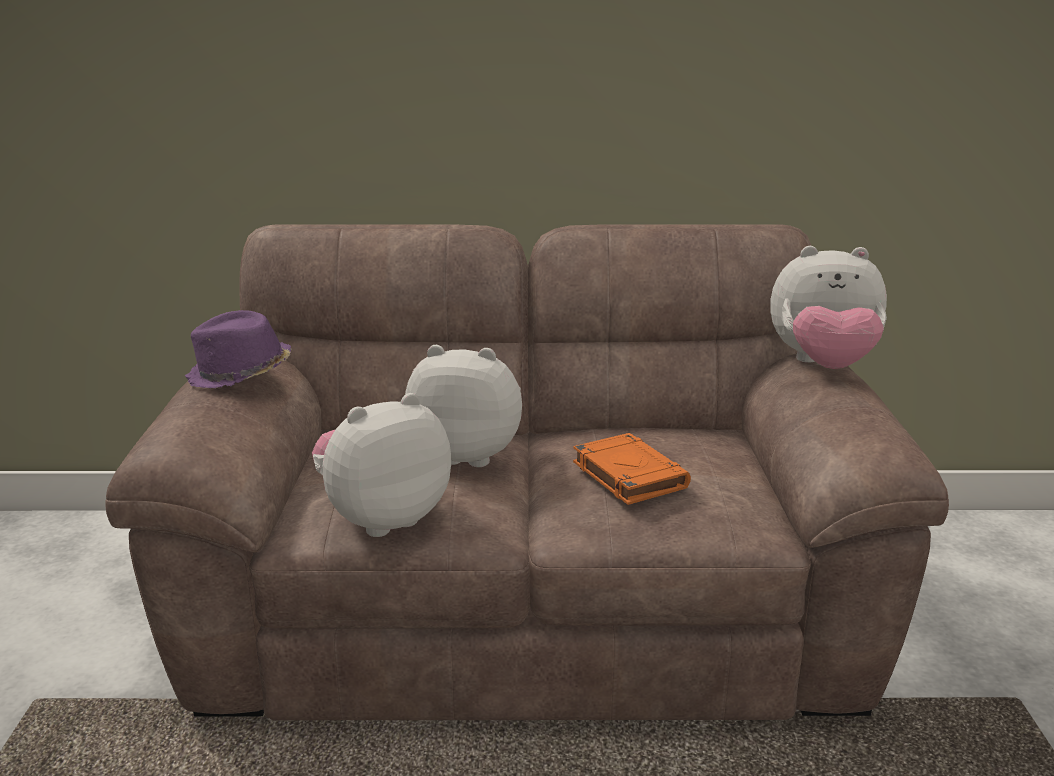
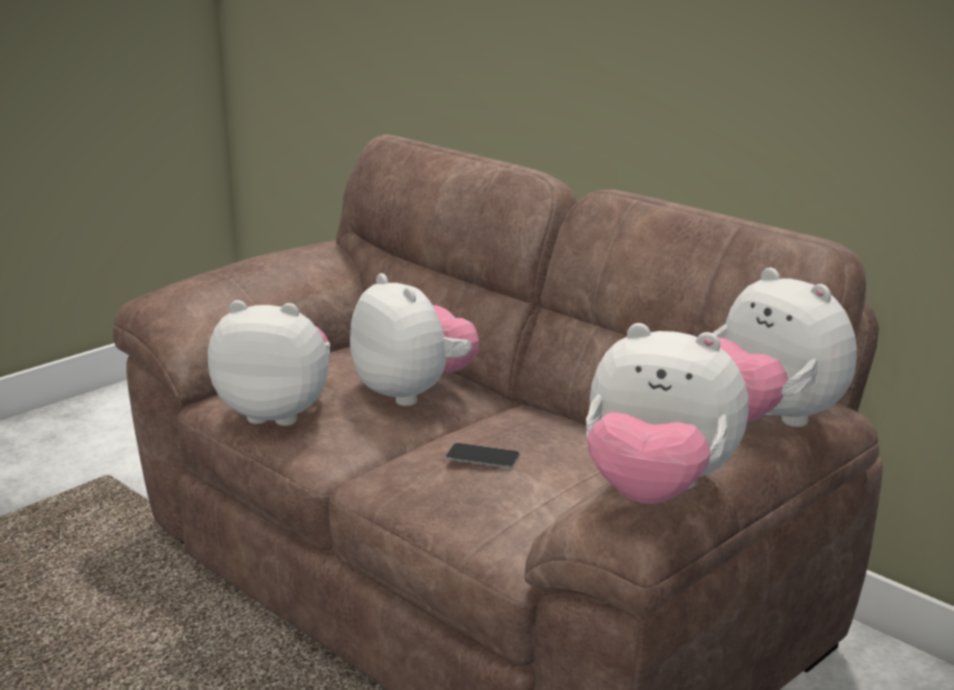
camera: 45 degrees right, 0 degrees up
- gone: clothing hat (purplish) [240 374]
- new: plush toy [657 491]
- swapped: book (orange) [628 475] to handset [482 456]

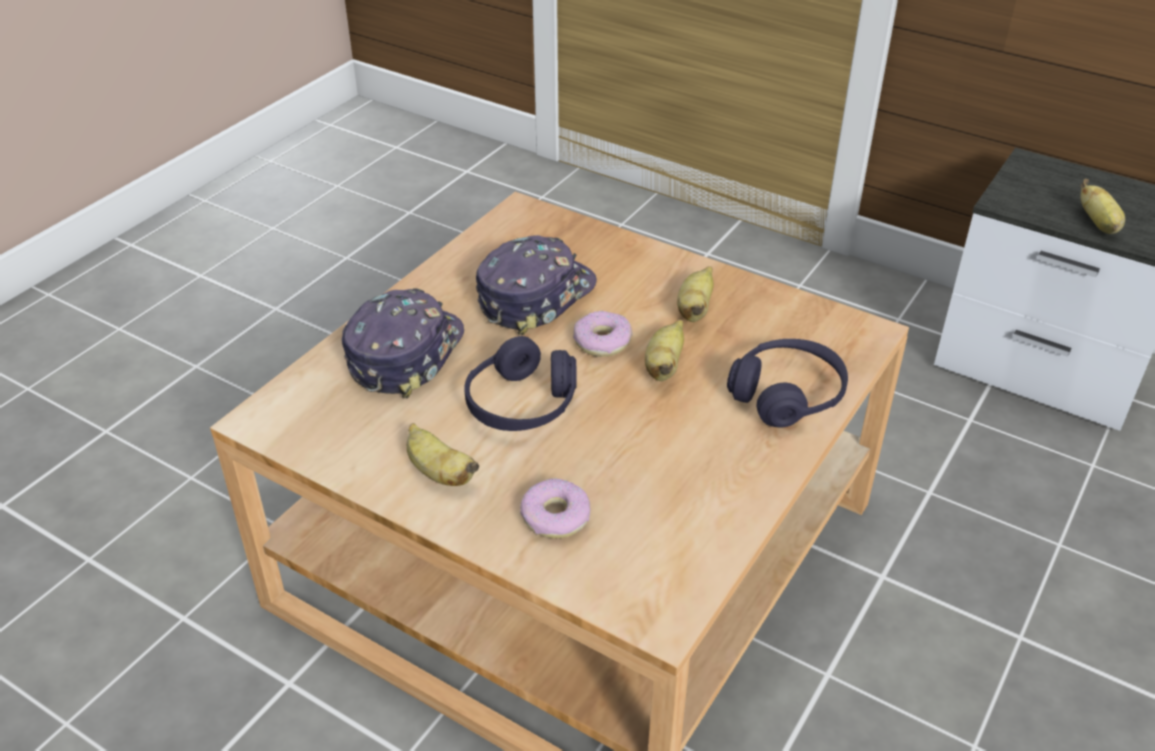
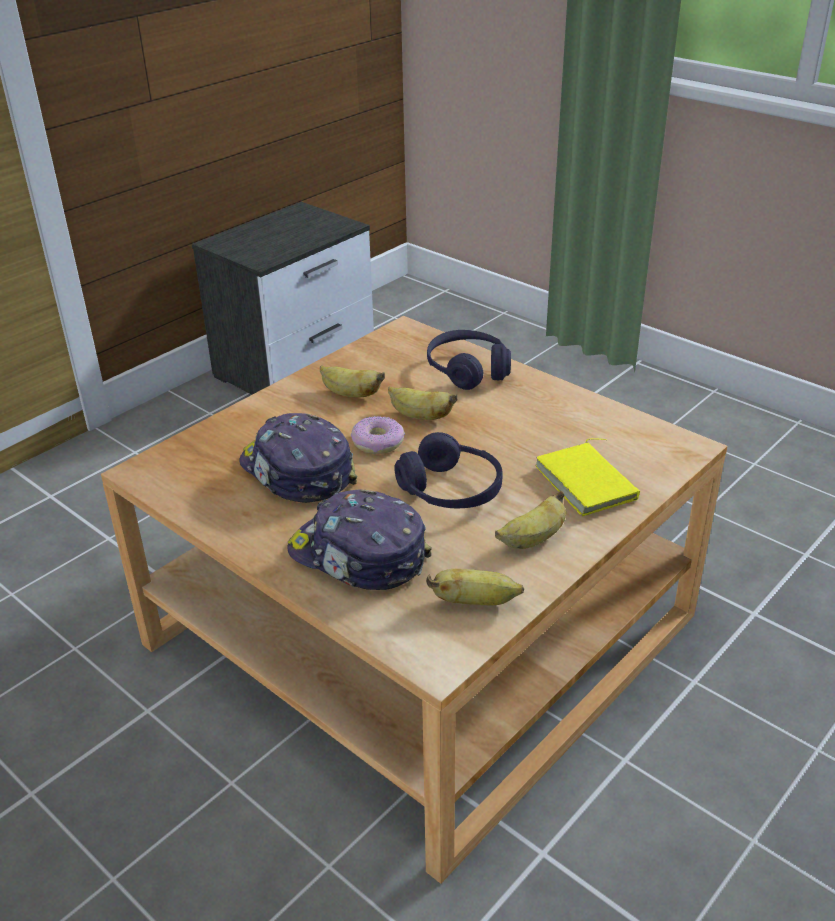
camera: 80 degrees left, 5 degrees down
- shifted: banana fruit [1098 224] to [475 602]
- swapped: doughnut [555 517] to book (yellowish) [589 483]

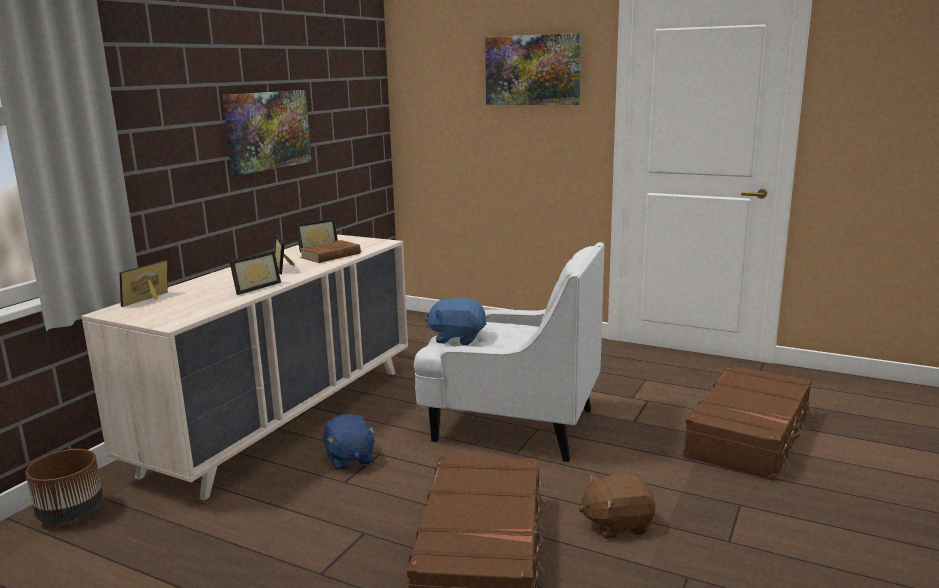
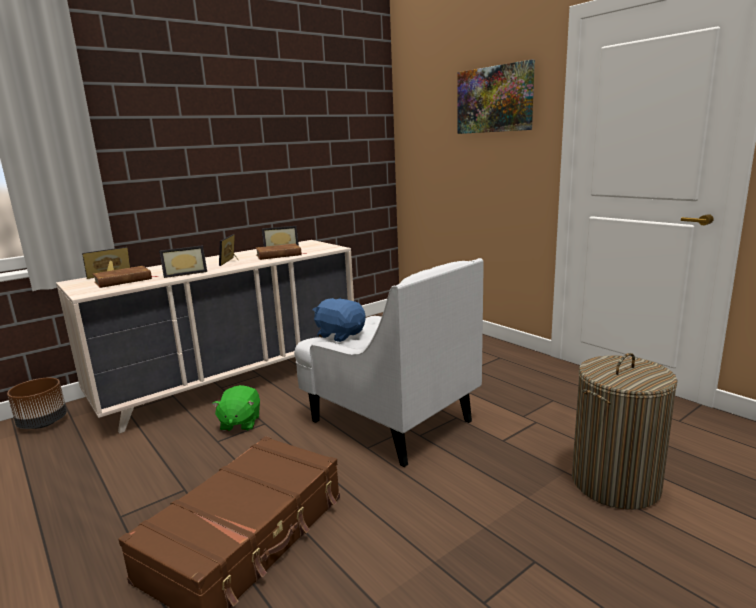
camera: 25 degrees right, 0 degrees up
- gone: wall picture [267 130]
- gone: plush toy (brown-coloured) [616 524]
- new: book (brown-coloured) [123 280]
- swapped: travel case (brown-coloured) [750 435] to laundry basket [615 483]
- repainted: plush toy (bluish) [349 459] to plush toy (greenish) [240 423]

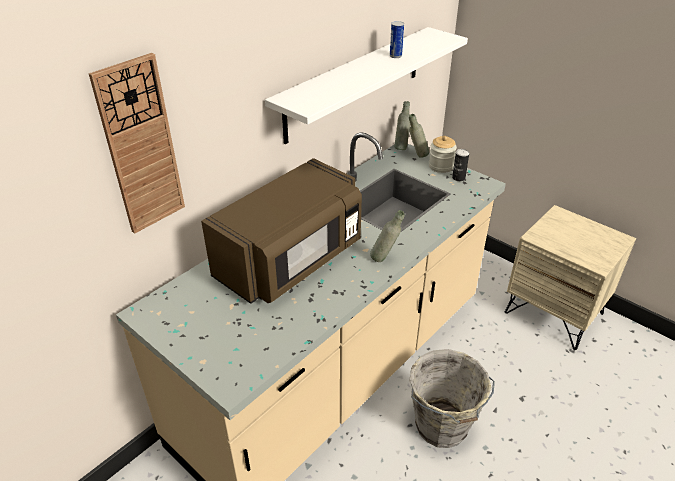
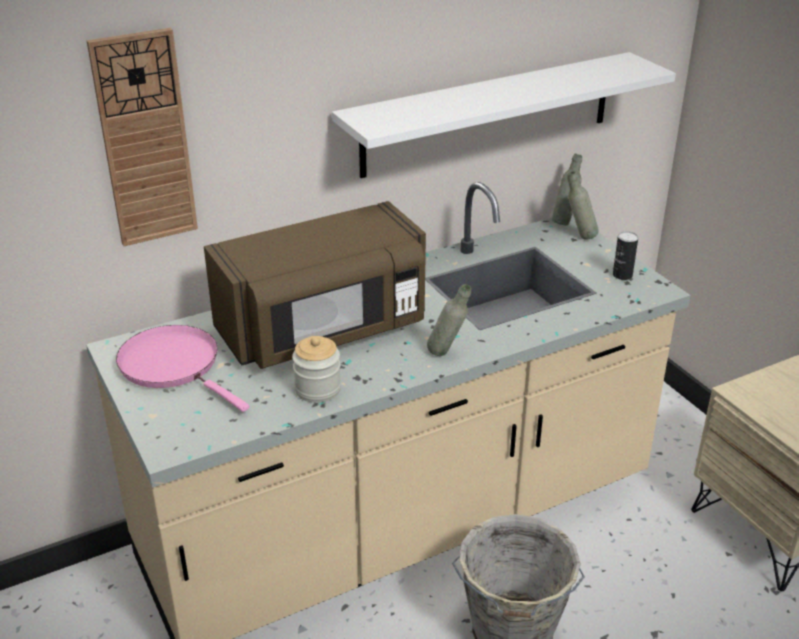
camera: 20 degrees right, 5 degrees down
- gone: sealed can [395 56]
- new: skillet (pinkish) [174 365]
- shifted: storage jar [441 166] to [318 389]

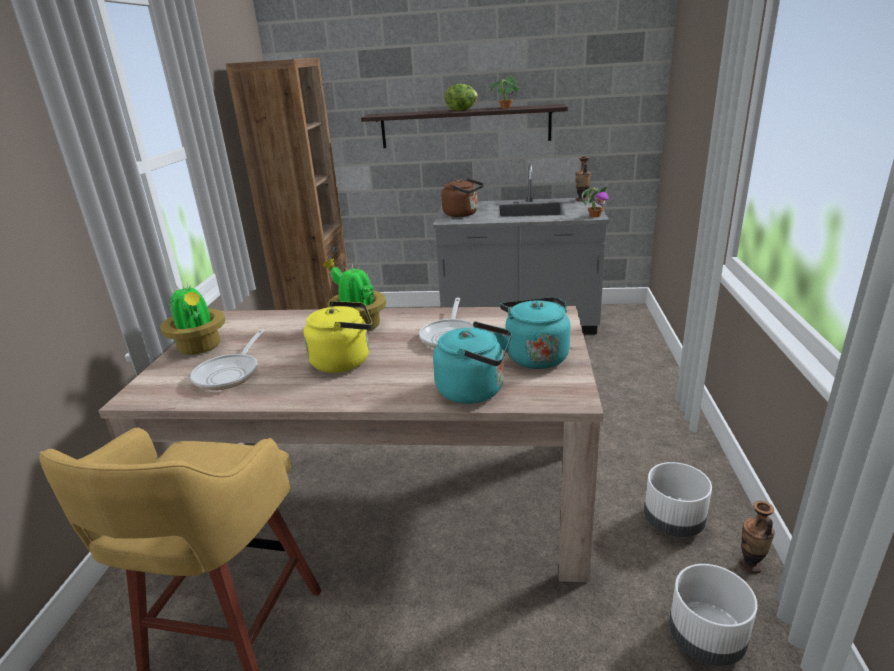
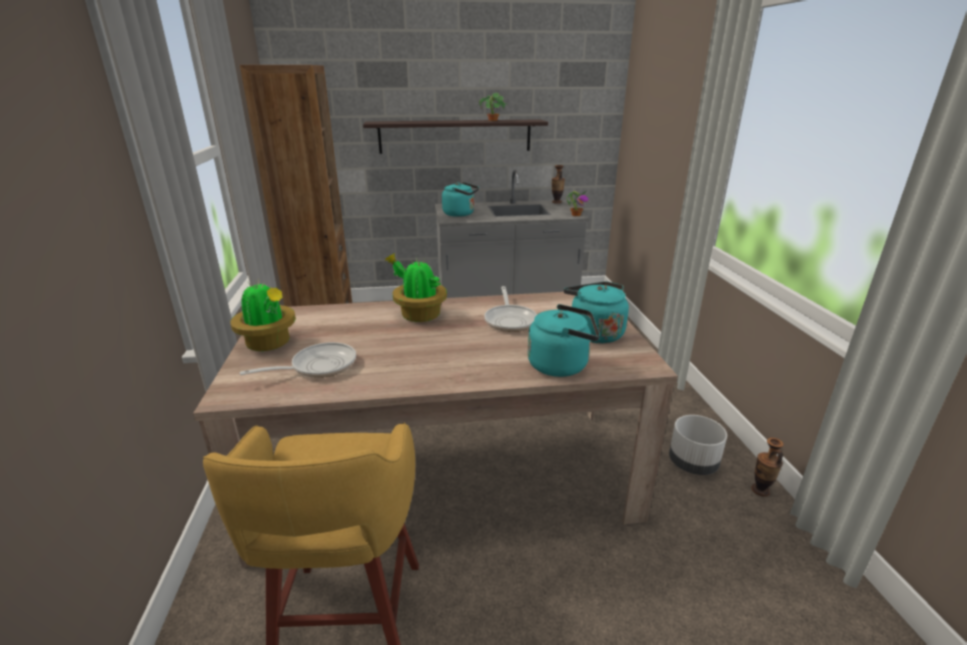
camera: 15 degrees left, 0 degrees up
- gone: water kettle (yellowish) [345 361]
- gone: lettuce [461 110]
- gone: flower pot (white-coloured) [705 639]
- repainted: water kettle (brown-coloured) [463 214] to water kettle (blue-green) [461 214]
- rotated: skillet [230 373] = [318 366] 120 degrees counterclockwise

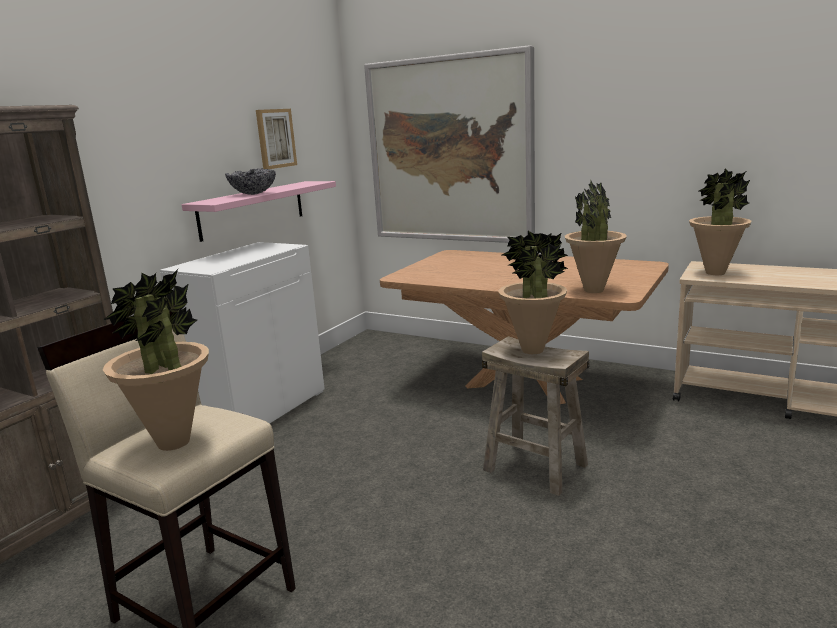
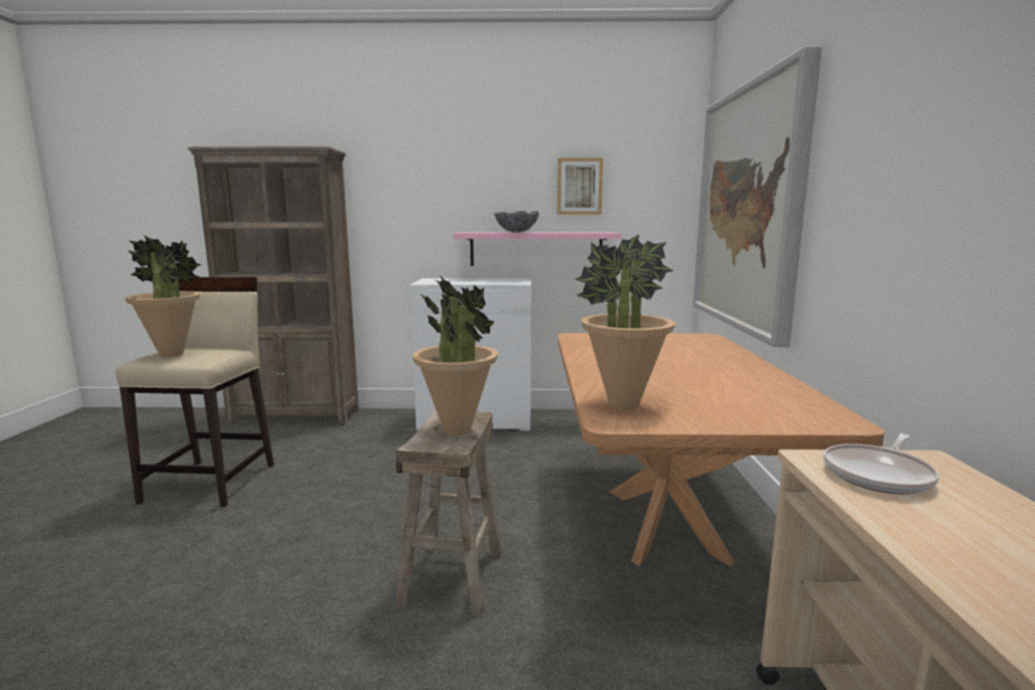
camera: 60 degrees right, 5 degrees down
- swapped: houseplant [715 273] to skillet [879 475]

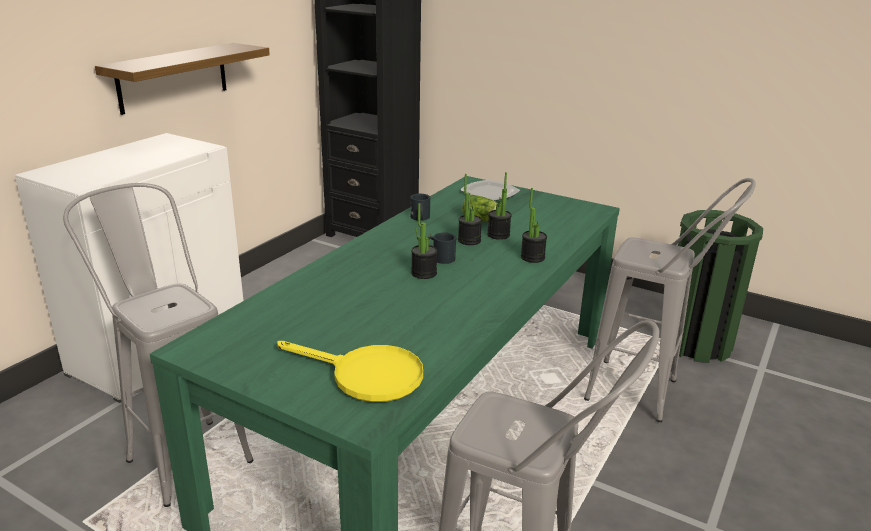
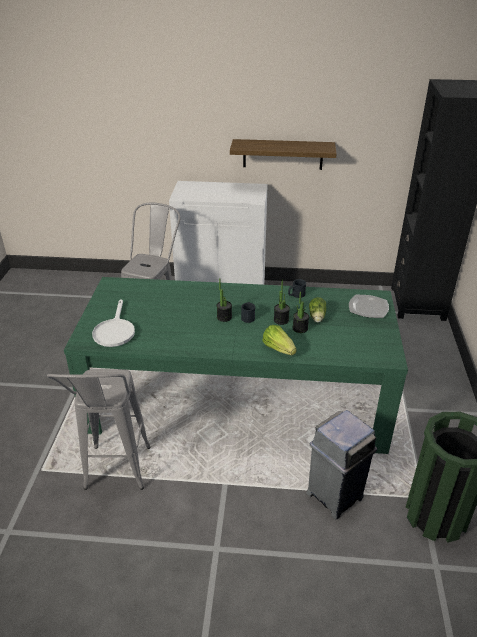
camera: 65 degrees right, 10 degrees up
- swapped: houseplant [532 257] to lettuce [278 349]
- swapped: stool seat (gray) [647 395] to trash can (gray) [335 495]
- repainted: skillet (yellowish) [366 375] to skillet (white-coloured) [114 331]

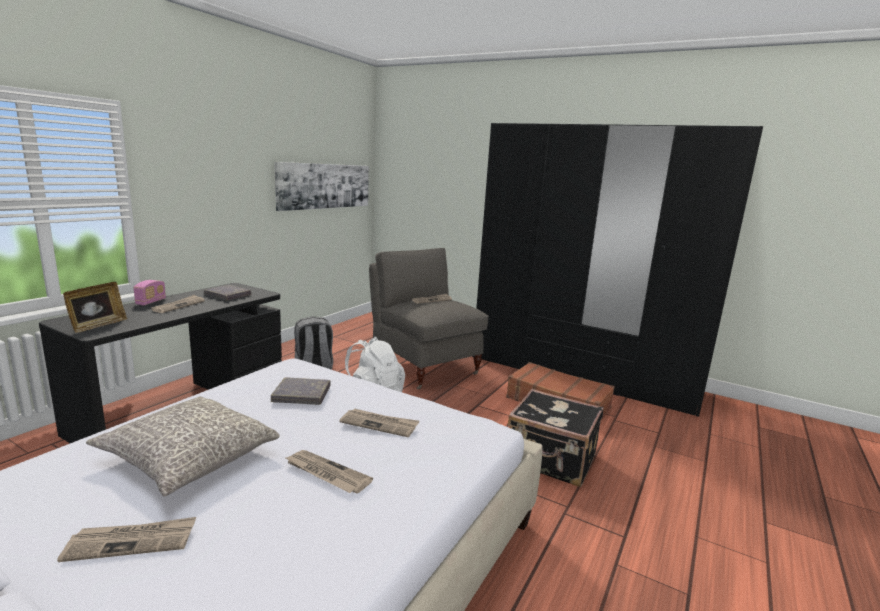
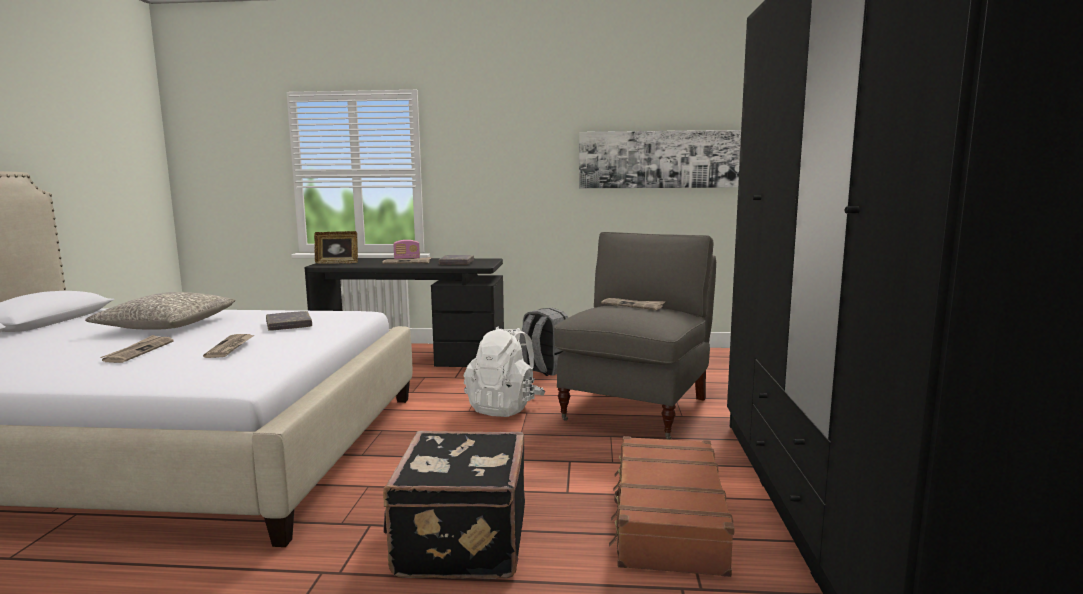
camera: 65 degrees right, 5 degrees down
- gone: daily paper [132 541]

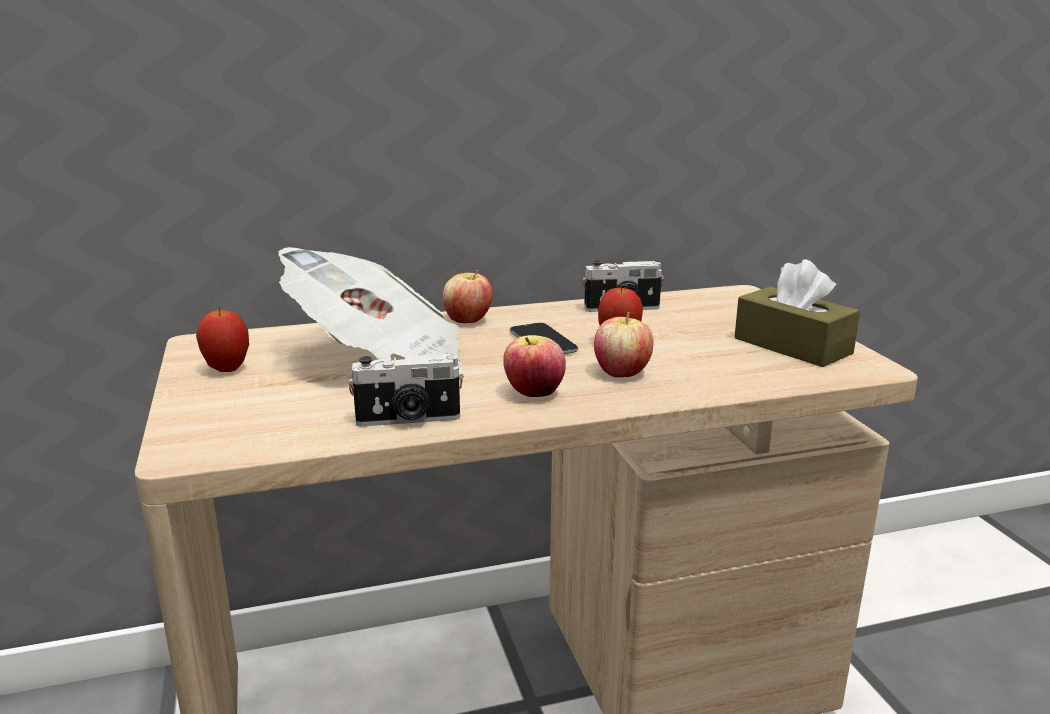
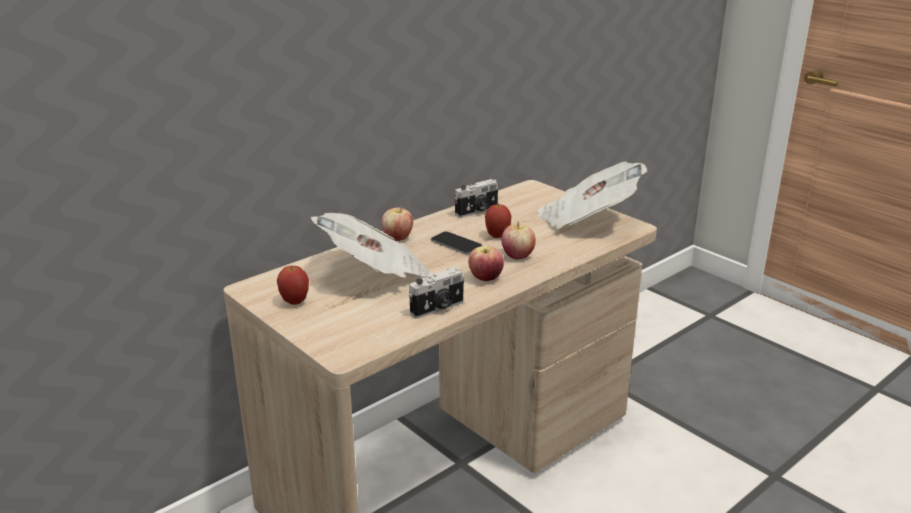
camera: 25 degrees left, 5 degrees up
- swapped: box of tissues (brown-coloured) [792 346] to daily paper [587 220]

